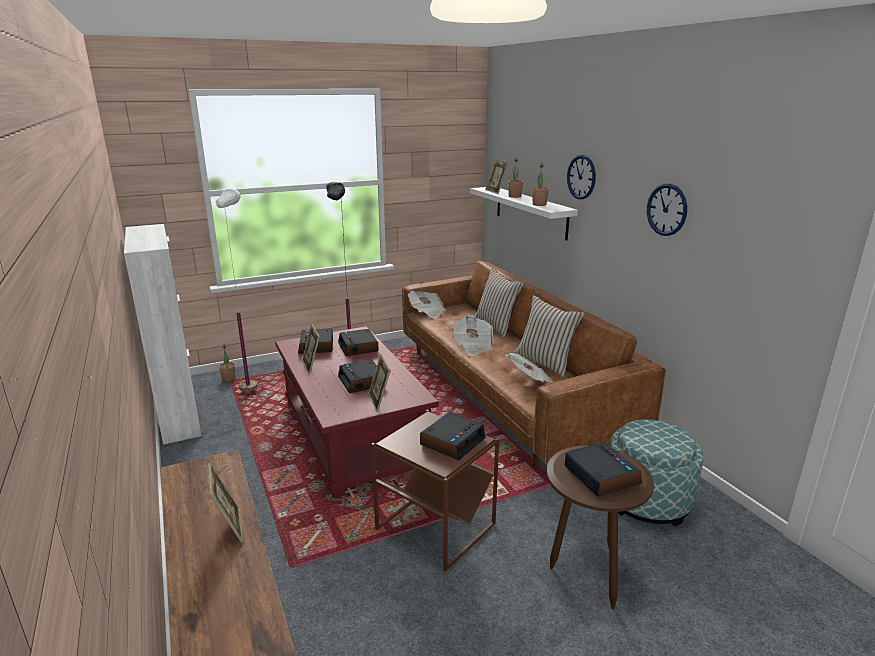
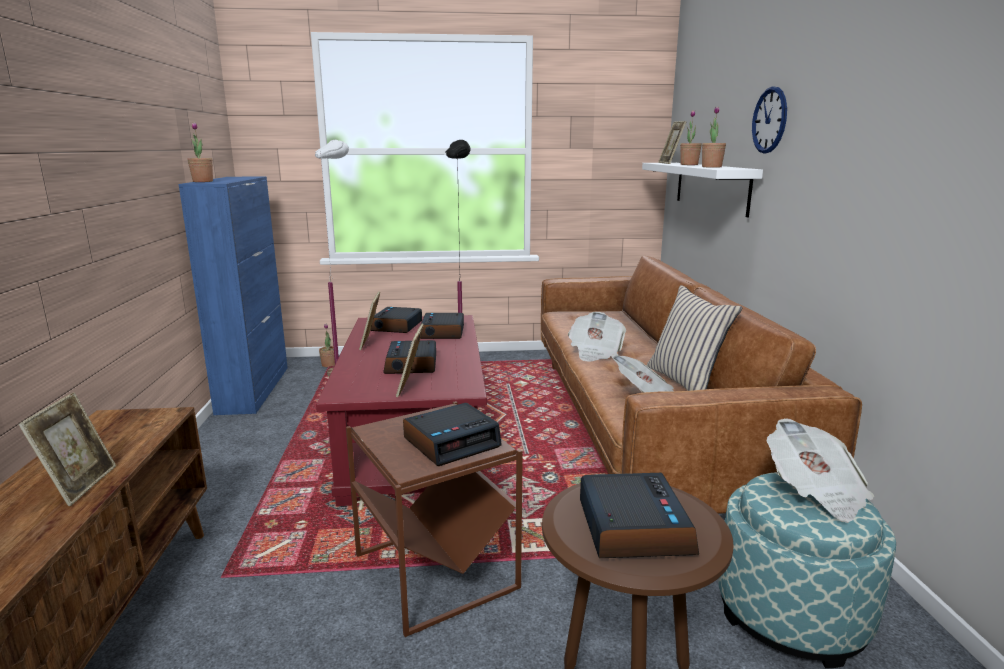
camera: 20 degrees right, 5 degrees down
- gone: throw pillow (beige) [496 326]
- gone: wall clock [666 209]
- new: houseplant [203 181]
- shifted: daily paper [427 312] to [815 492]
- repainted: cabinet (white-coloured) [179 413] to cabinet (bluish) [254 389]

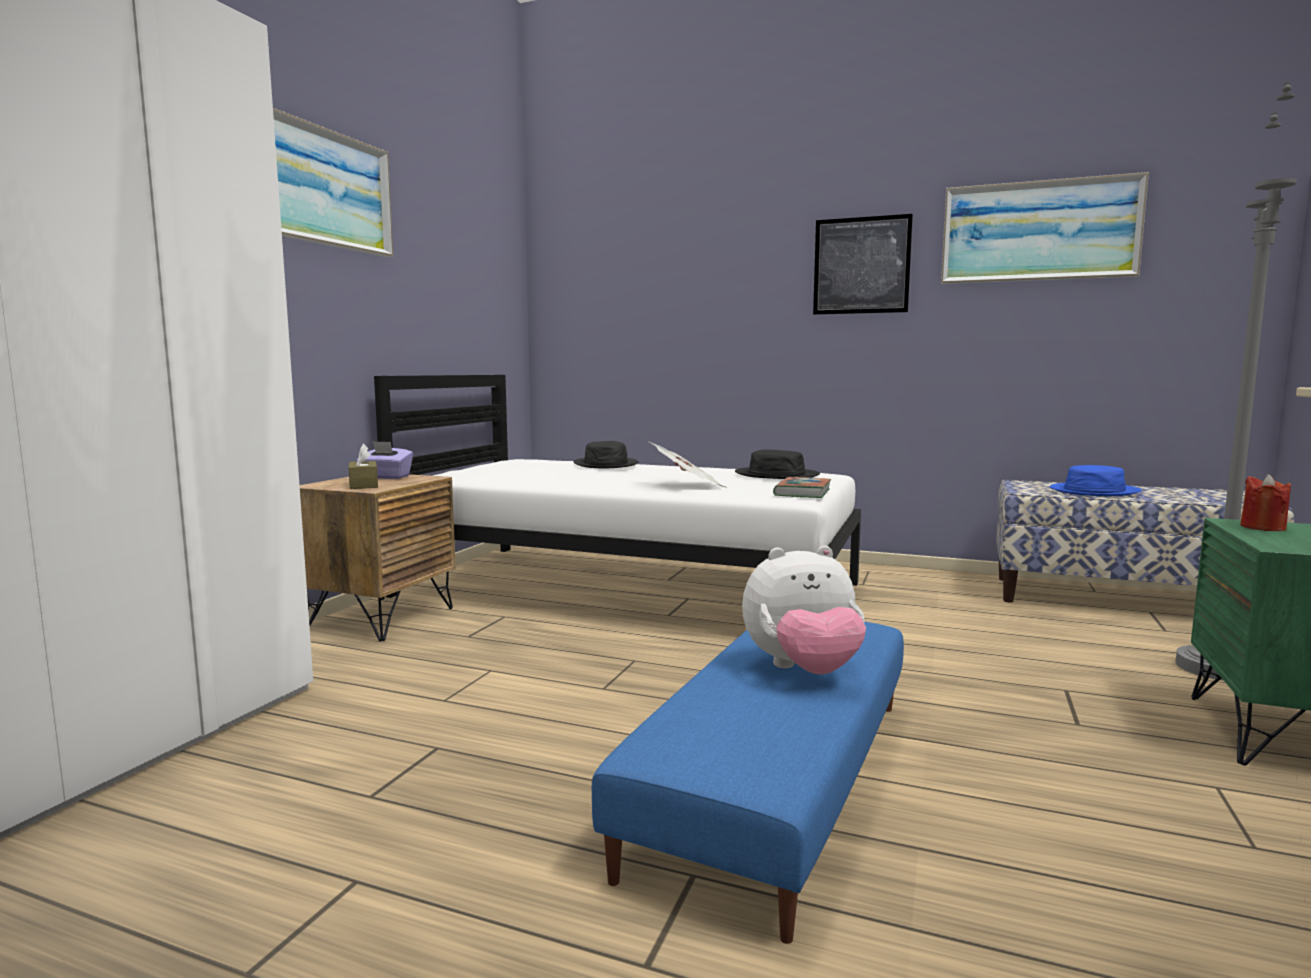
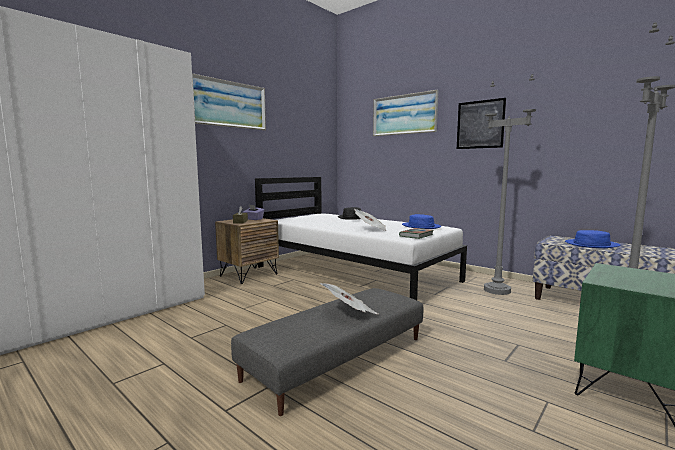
camera: 20 degrees right, 0 degrees up
- gone: wax light (red-coloured) [1262 527]
- new: floor lamp (gray) [497 290]
- shifted: wall picture [1038 231] to [404 114]
- swapped: plush toy [803 670] to daily paper [349 313]
- repainted: ottoman (bluish) [779 779] to ottoman (gray) [338 358]
- repainted: clothing hat (blackish) [776 475] to clothing hat (bluish) [421 226]

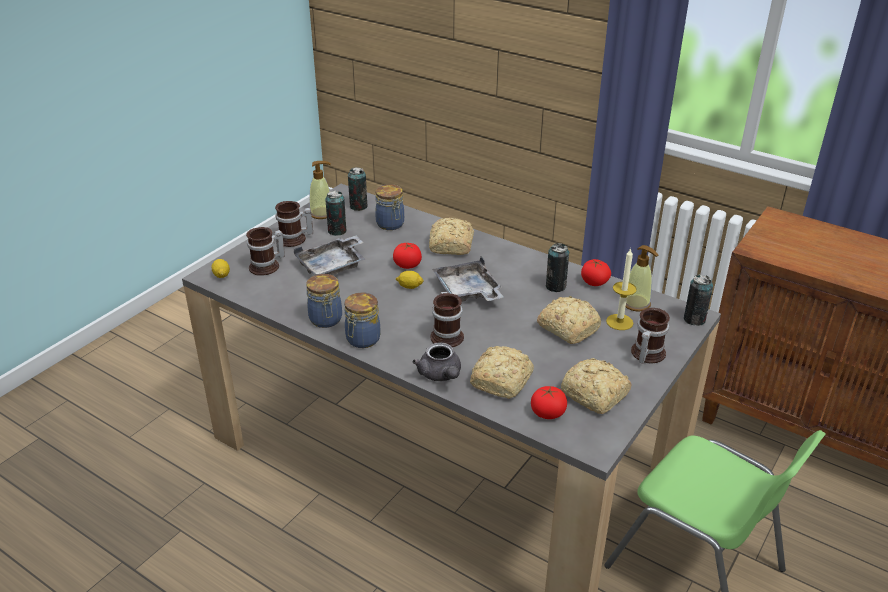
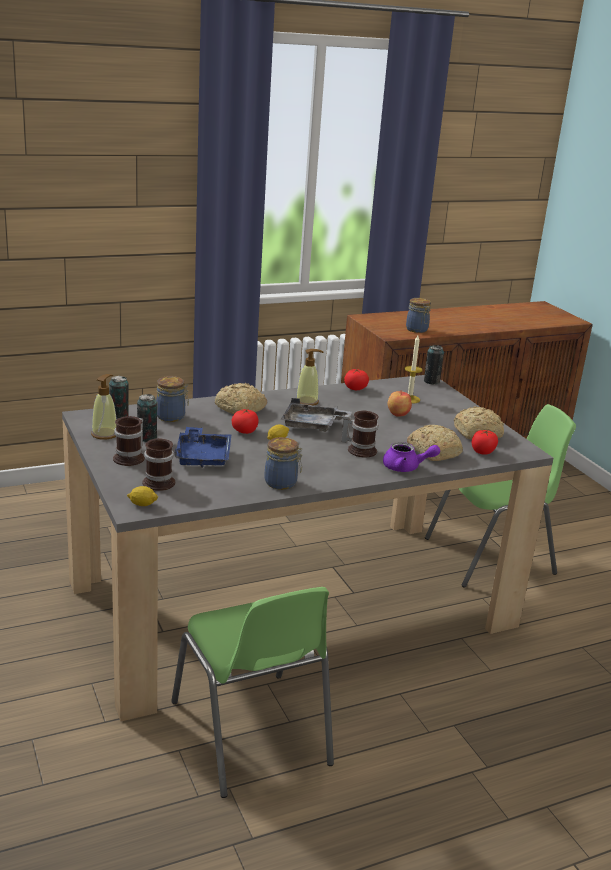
camera: 60 degrees left, 10 degrees down
- gone: sealed can [555 286]
- gone: coffee mug [645 354]
- new: plain chair (greenish) [251 734]
- shifted: storage jar [362 340] to [417 330]
- shifted: liquid soap bottle [636 304] to [307 402]
- swapped: bakery bread [568 327] to apple fruit [397 414]
- repainted: tray (gray) [333 266] to tray (bluish) [203 456]
- repainted: pot for tea (gray) [441 375] to pot for tea (purplish) [406 468]

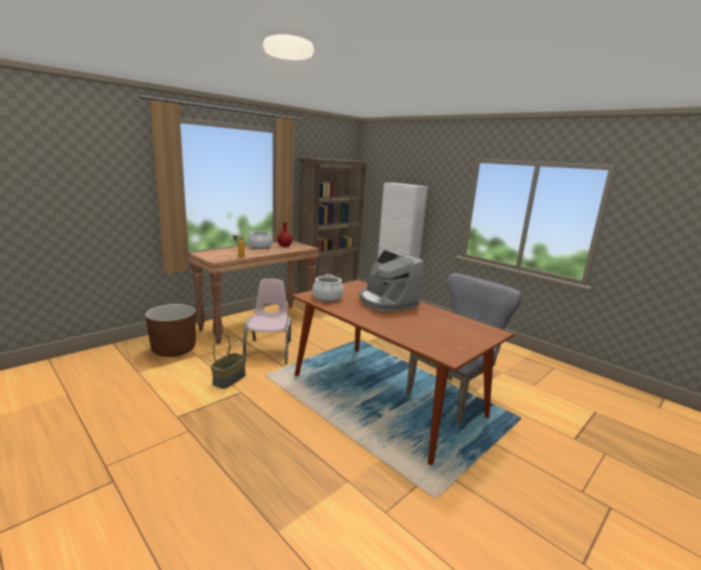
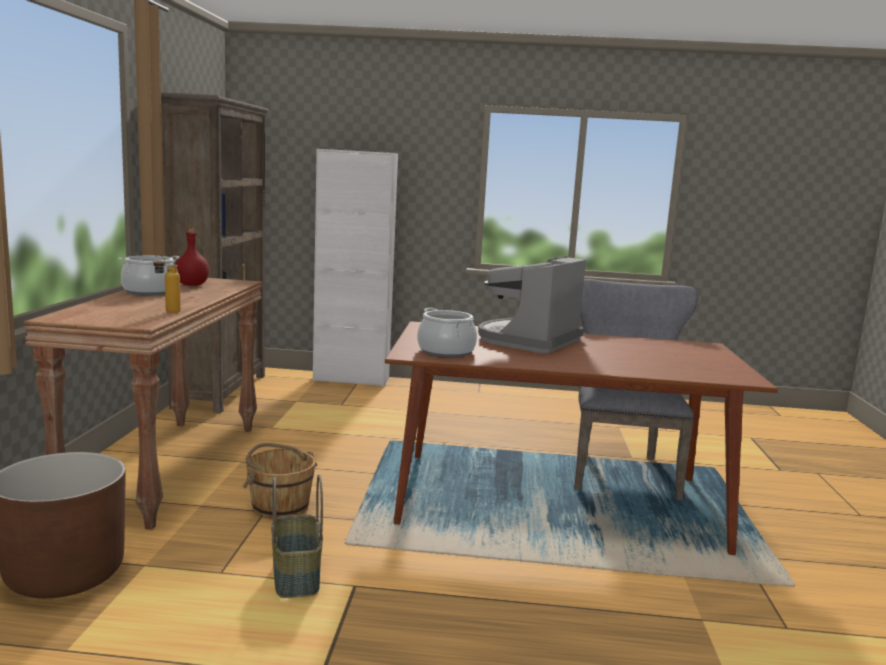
camera: 40 degrees left, 5 degrees down
- swapped: plain chair (pinkish) [269 351] to water bucket (brown-coloured) [280 506]
- rotated: coffee machine [386 302] = [528 340] 105 degrees clockwise

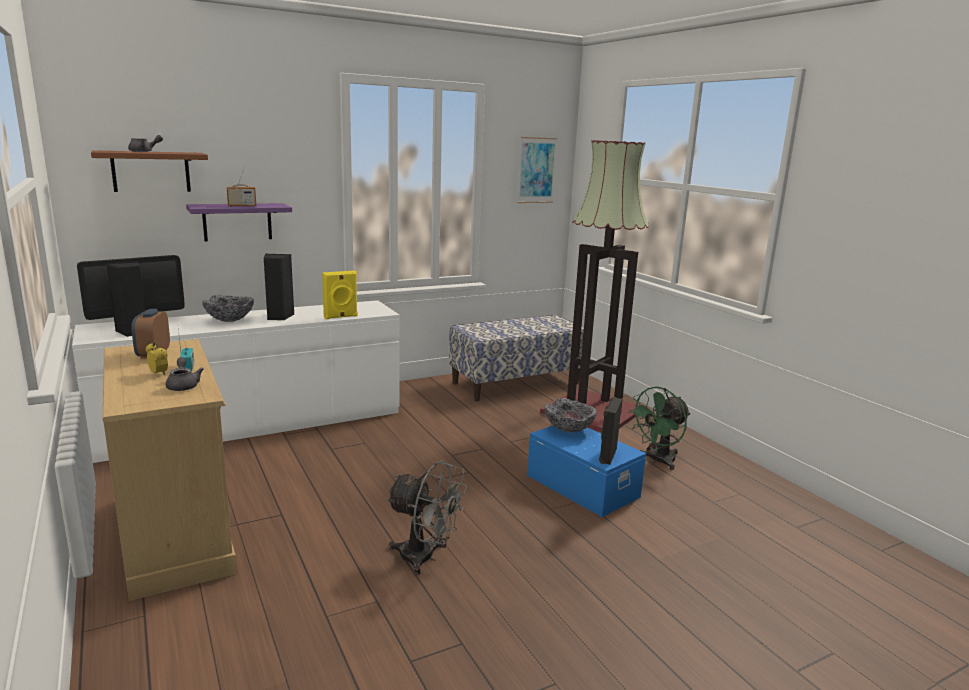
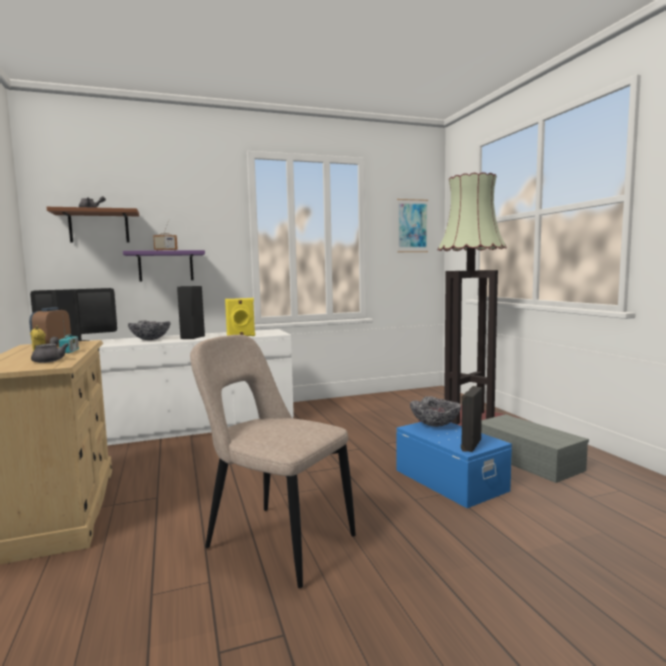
camera: 10 degrees right, 10 degrees down
- gone: bench [516 383]
- swapped: fan (gray) [425 558] to plain chair (beige) [275 540]
- swapped: fan (greenish) [657 461] to storage bin (gray) [529 460]

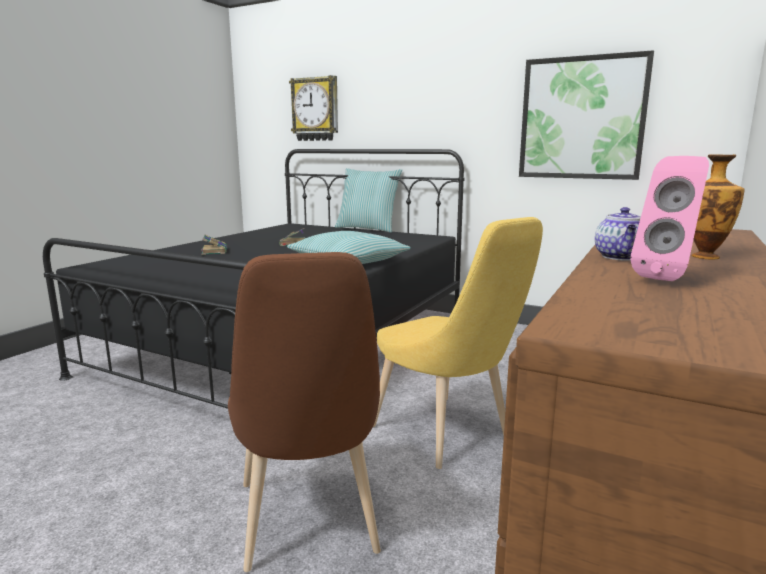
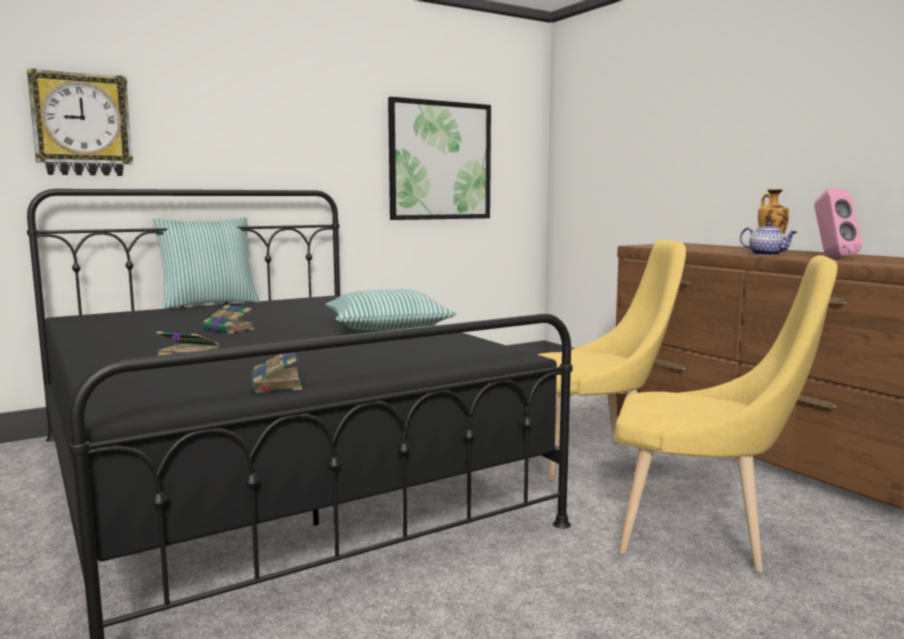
camera: 60 degrees left, 5 degrees down
- new: book [276 385]
- repainted: plain chair (brown-coloured) [310 525] to plain chair (yellowish) [703 536]

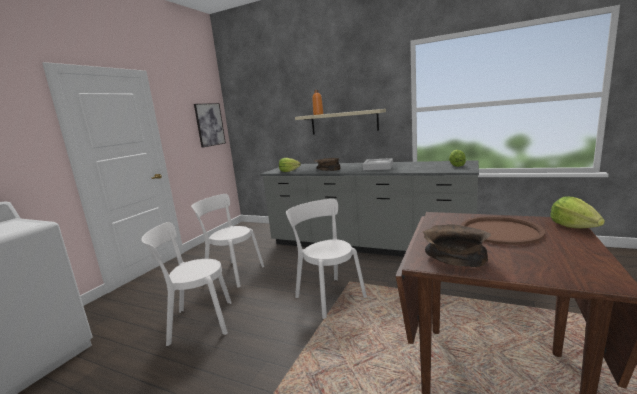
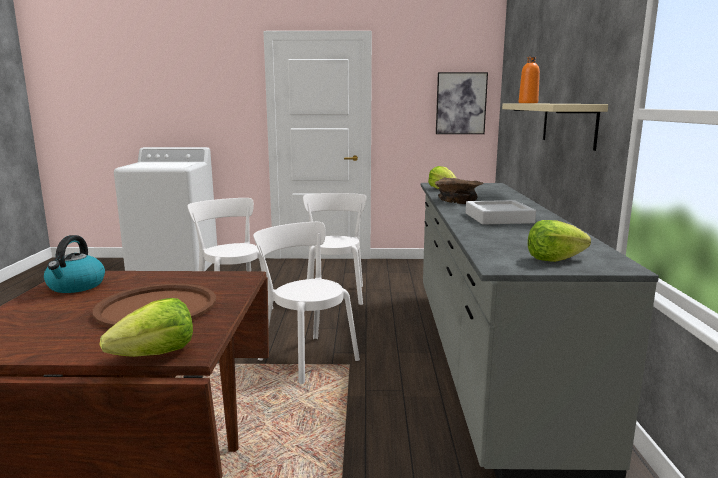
camera: 65 degrees right, 0 degrees up
- swapped: deep dish (brown-coloured) [453 258] to water kettle [76 286]
- rotated: plain chair (white-coloured) [328 295] = [306 357] 75 degrees counterclockwise

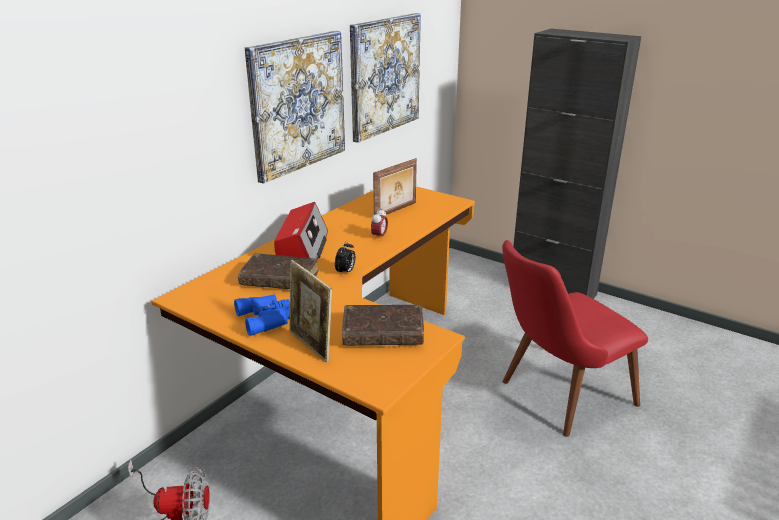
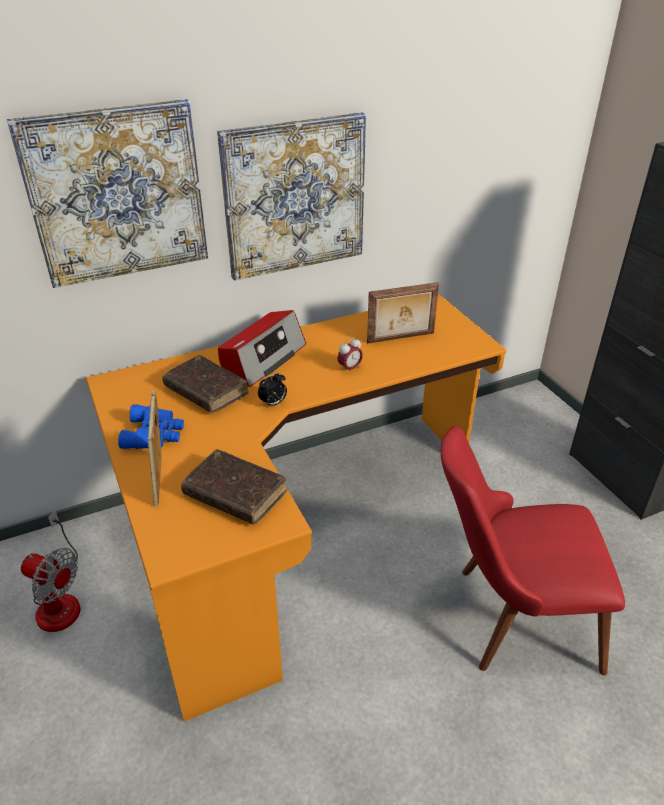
camera: 30 degrees right, 10 degrees up
- shifted: wall picture [384 75] to [117 194]

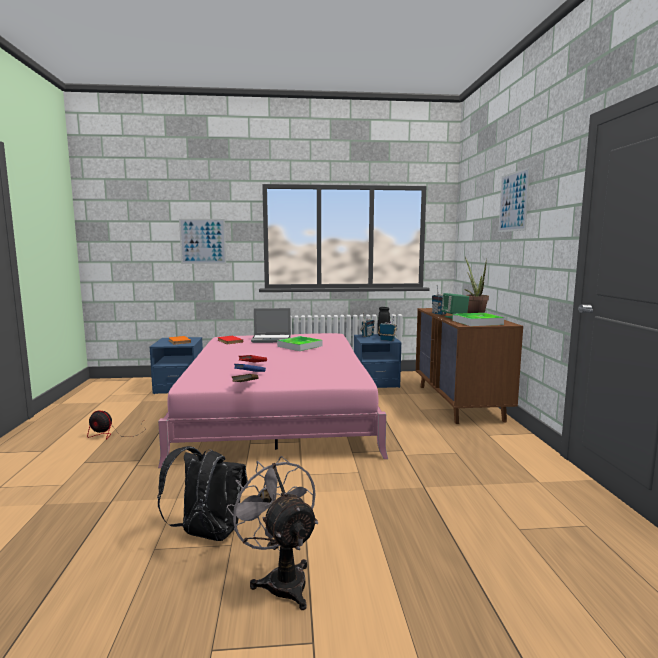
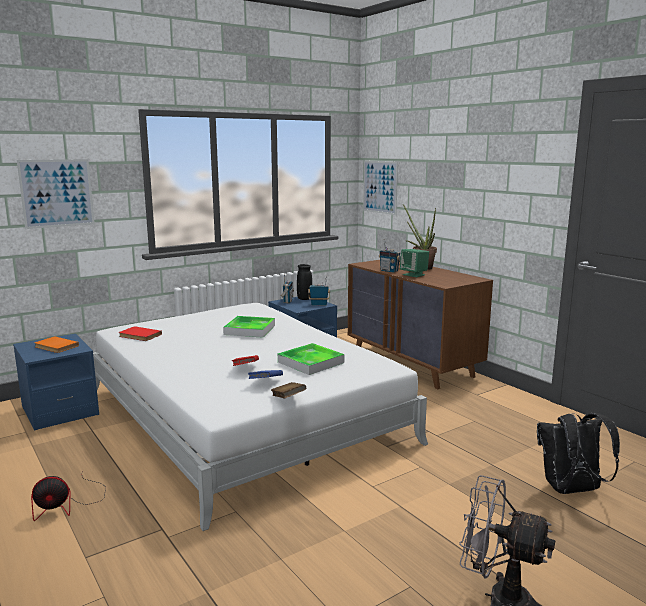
camera: 30 degrees left, 5 degrees up
- gone: laptop [272 339]
- shifted: rucksack (blackish) [207 535] to [571 490]
- shifted: tray [477 322] to [310 362]
- shifted: wall picture [513 201] to [380 187]
- repainted: bed (pinkish) [278 411] to bed (white-coloured) [243 416]

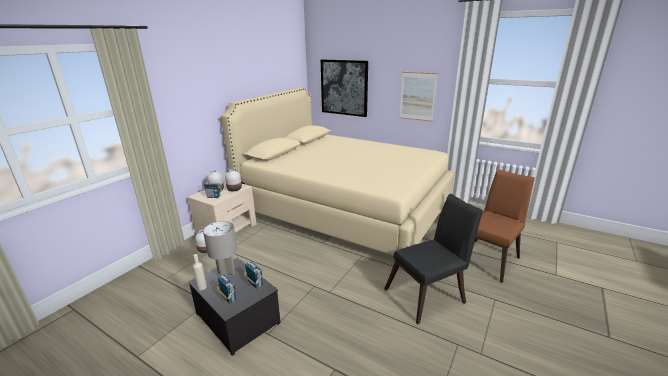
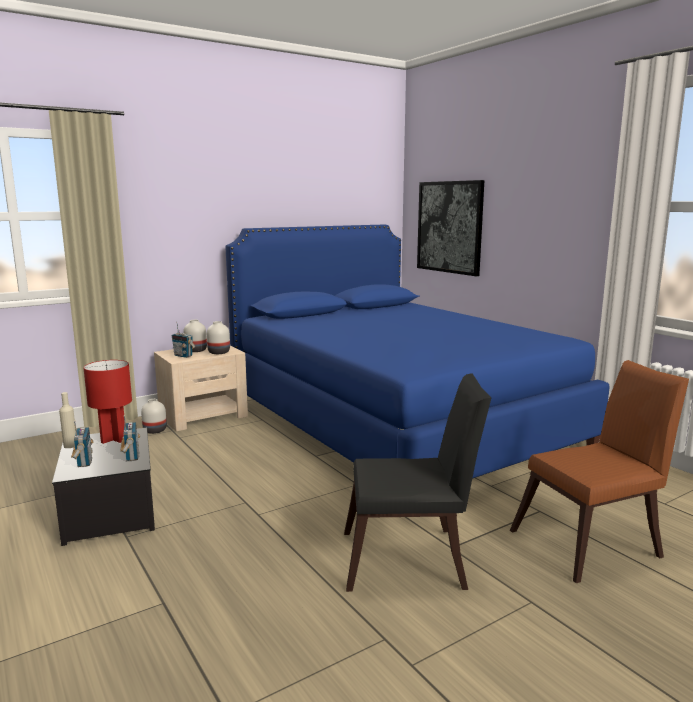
camera: 25 degrees right, 10 degrees down
- gone: wall picture [417 96]
- repainted: table lamp (gray) [226 273] to table lamp (red-coloured) [113 439]
- repainted: bed (beige) [344 209] to bed (bluish) [397 422]

